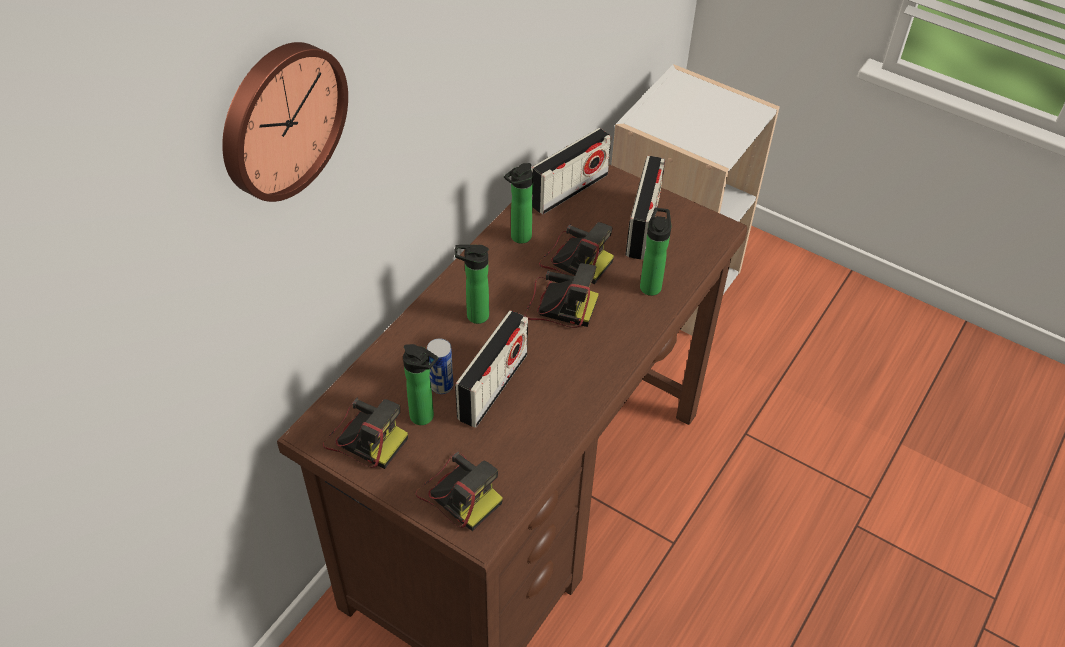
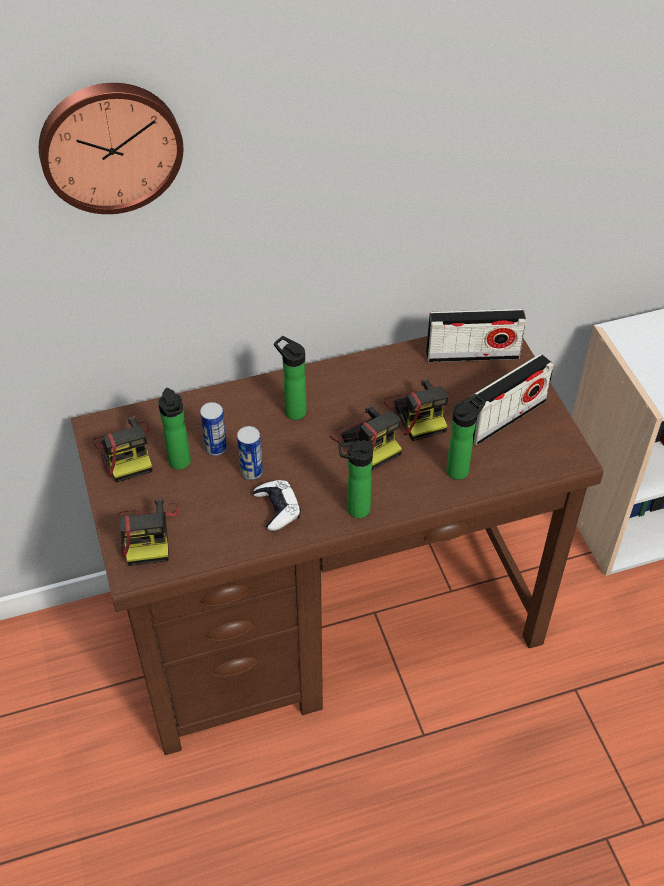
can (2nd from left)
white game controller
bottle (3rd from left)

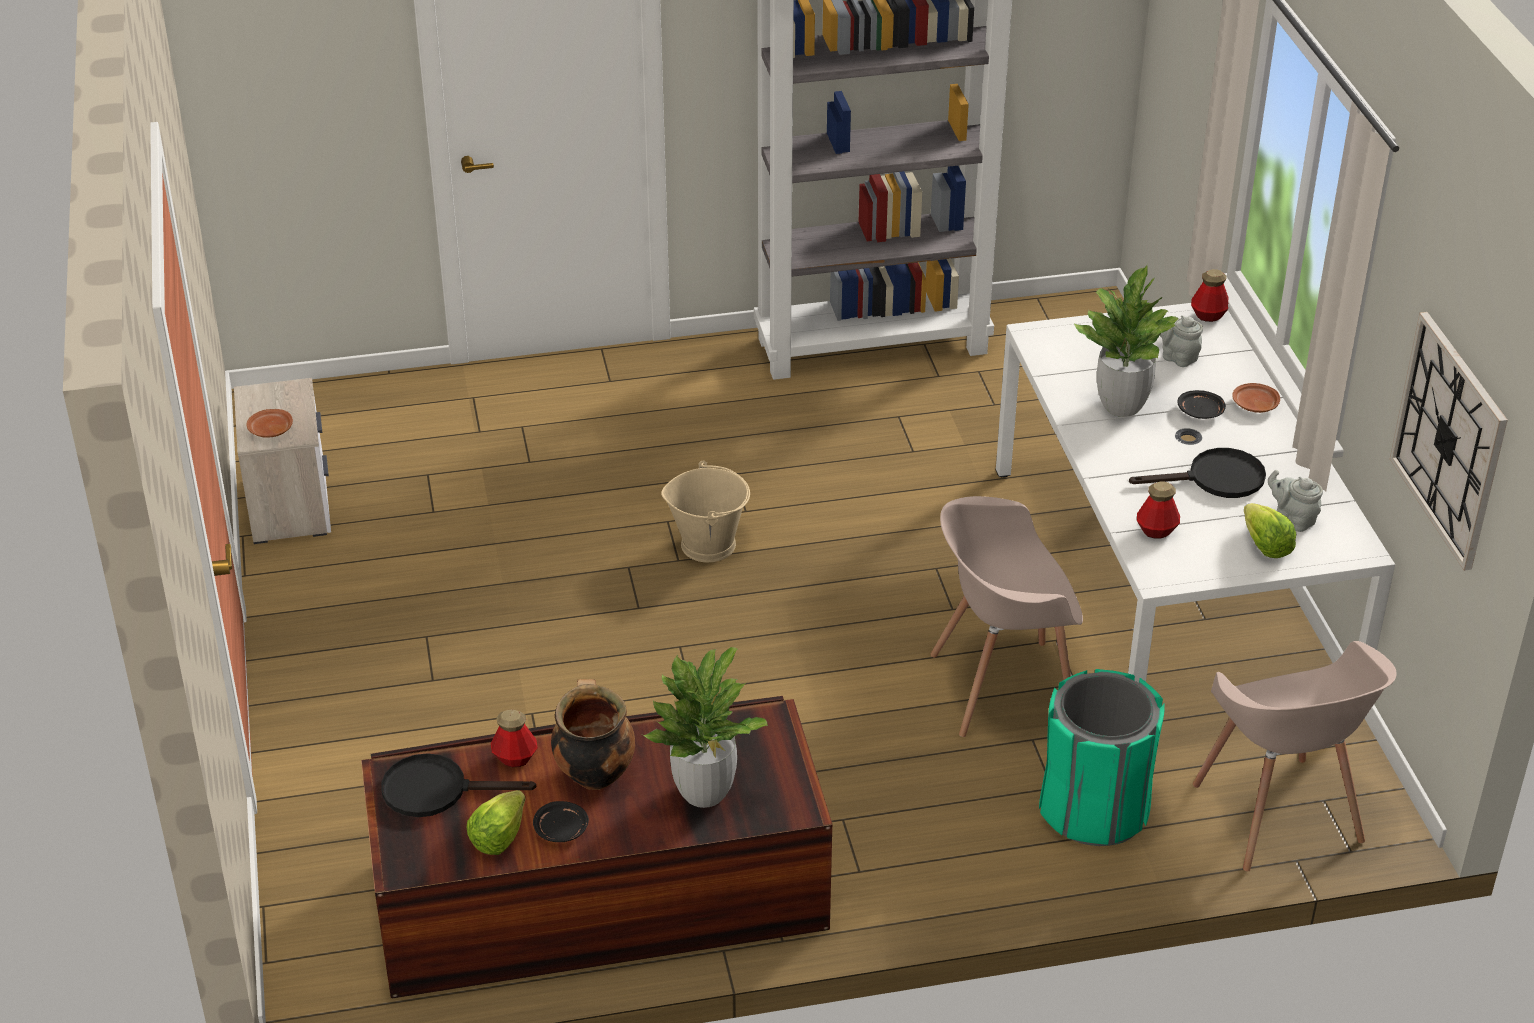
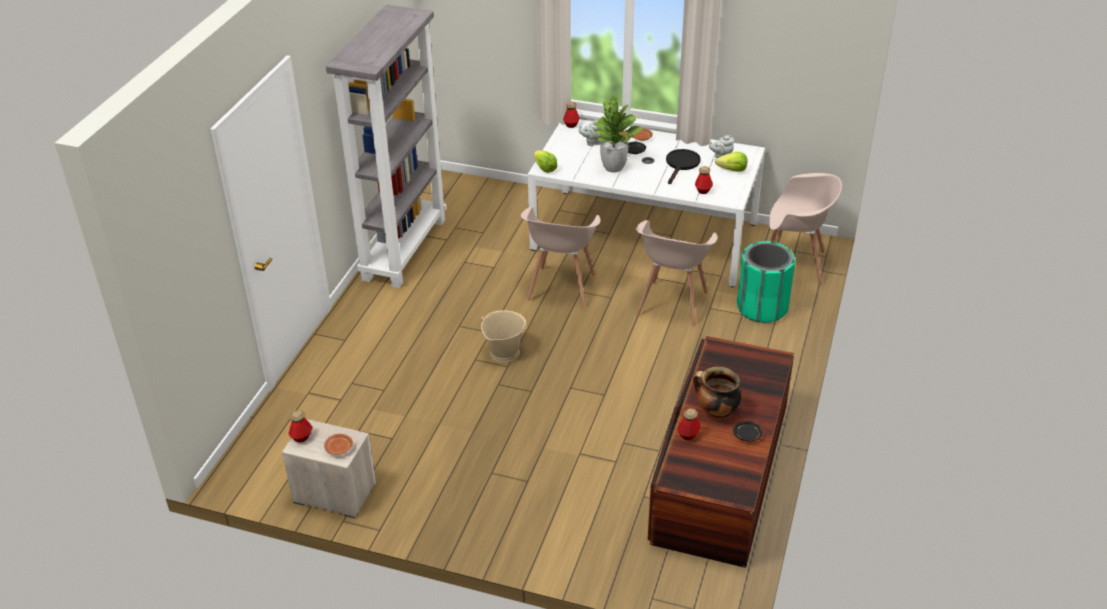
bottle (1st from left)
beige chair (1st from left)
lettuce (1st from left)
black frying pan (1st from left in the first image)
potted plant (1st from left in the first image)
wall clock

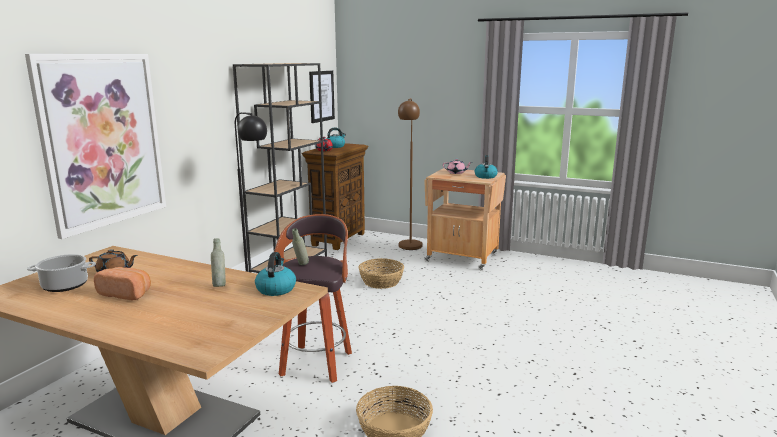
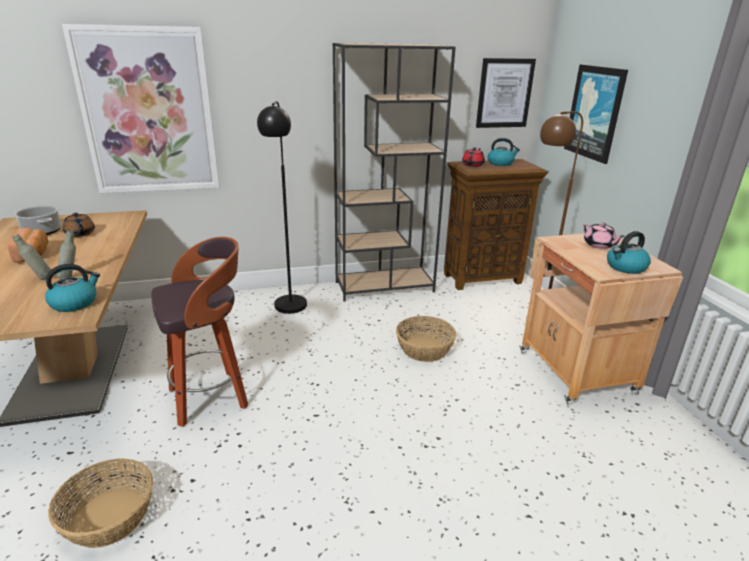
grey bottle (1st from left)
picture (3rd from left)

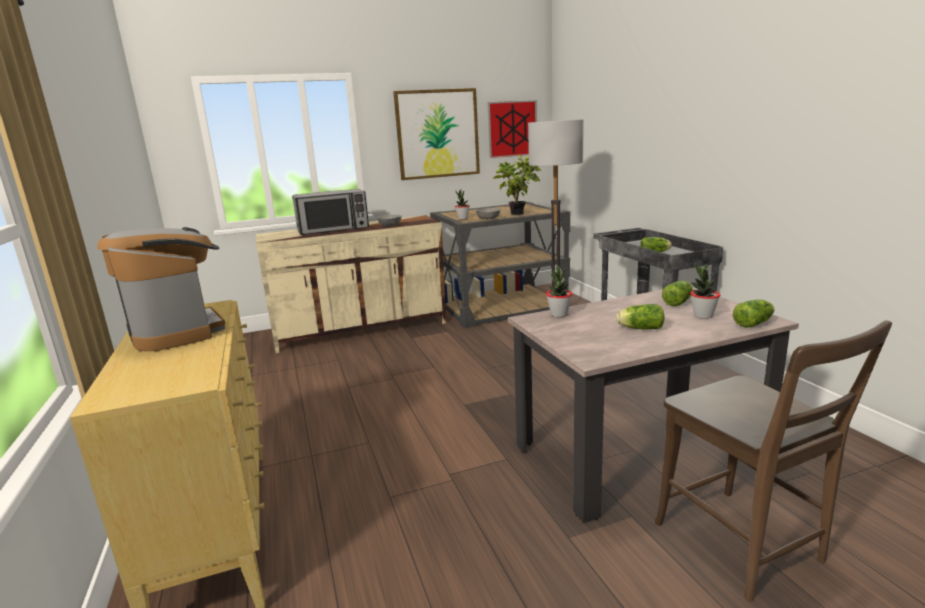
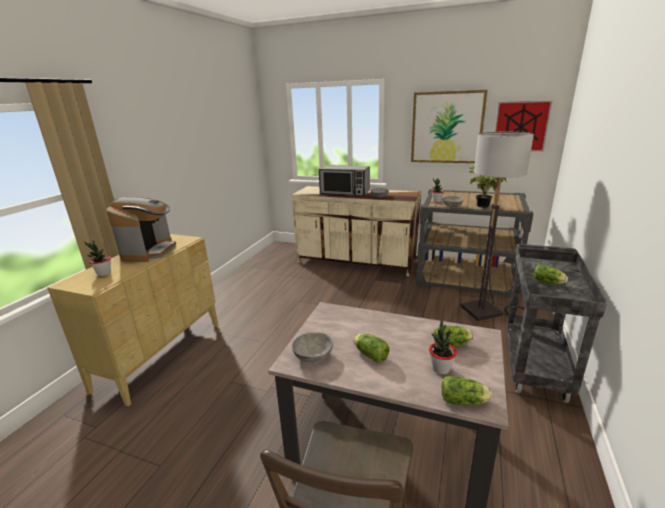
potted plant (1st from left)
grey bowl (1st from left)

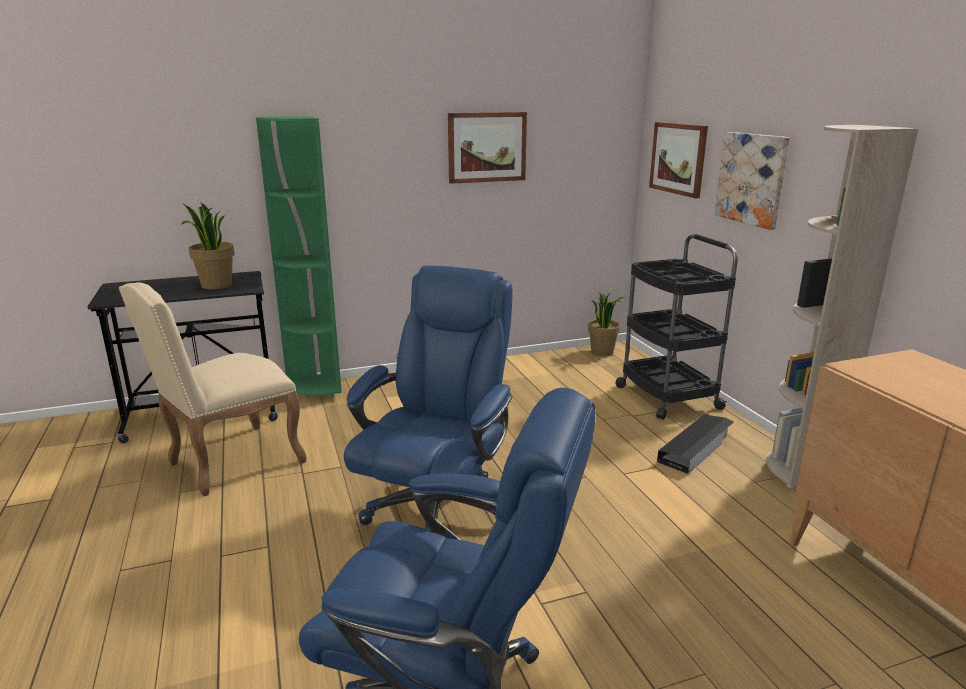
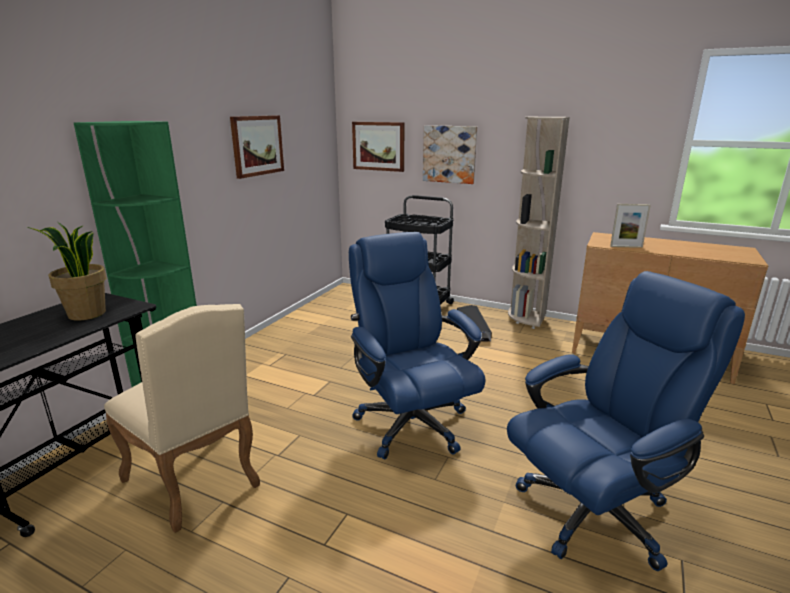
beige chair
picture frame
potted plant (2nd from left in the first image)

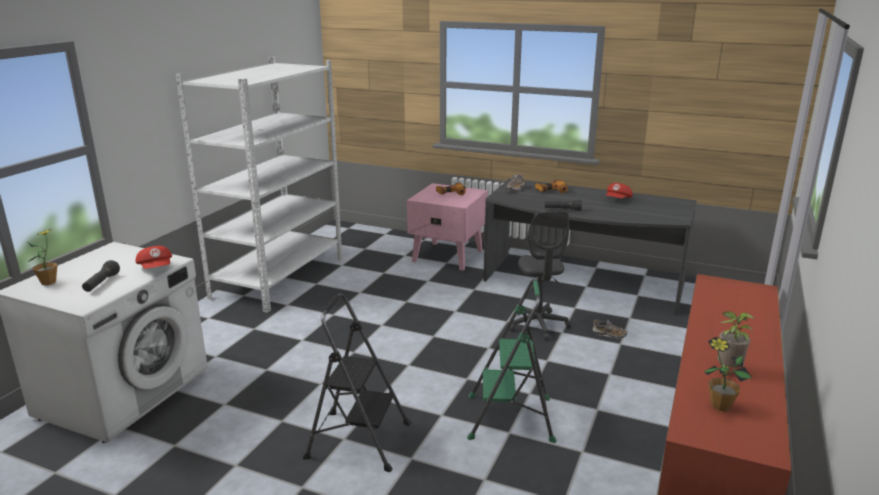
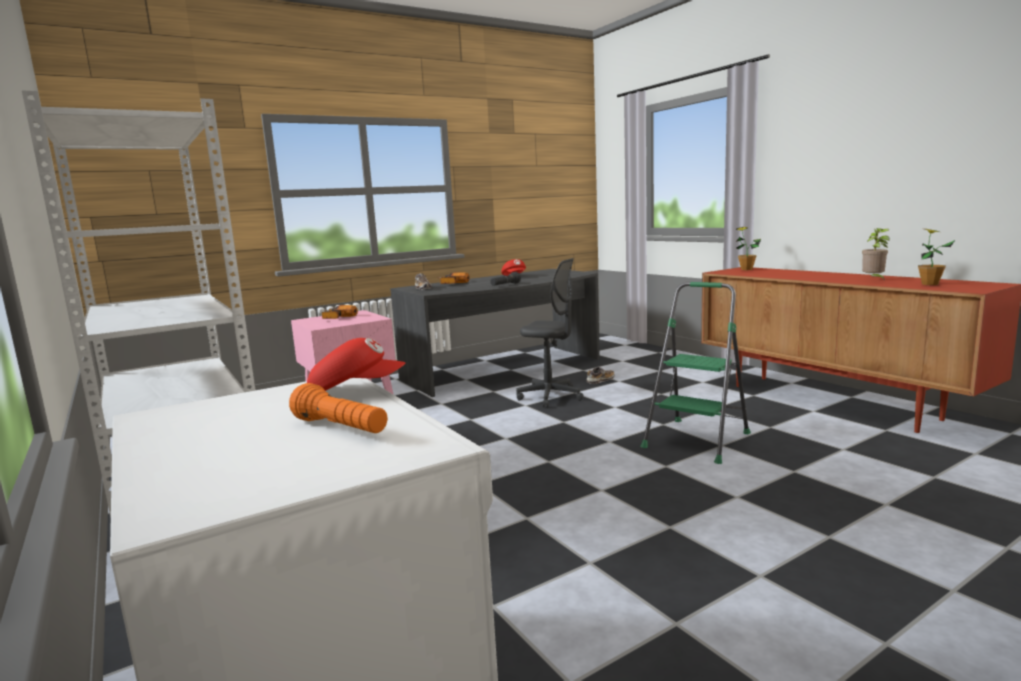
orange flashlight
potted plant (1st from left)
black step ladder

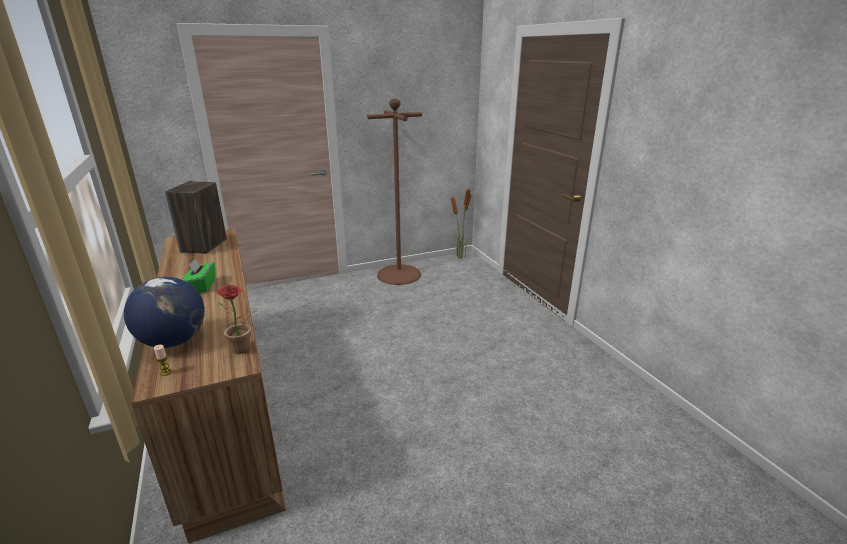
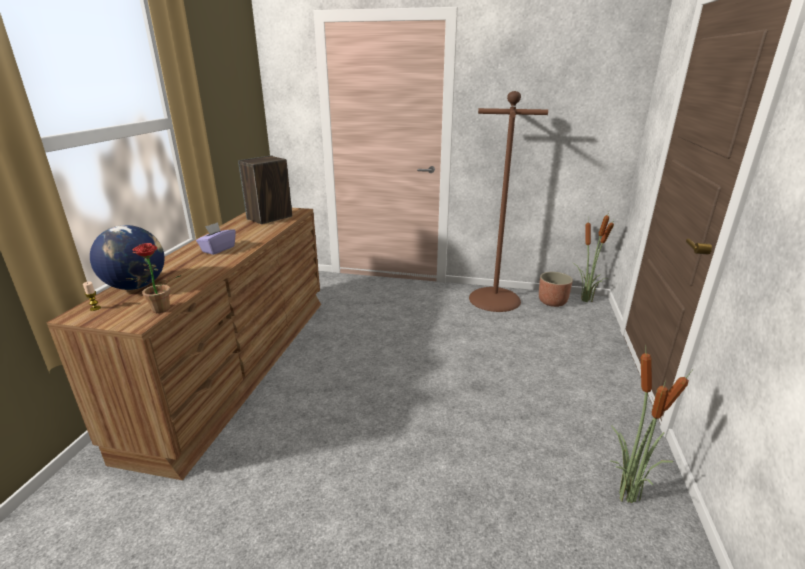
purple tissue box
planter
potted plant (3rd from left)

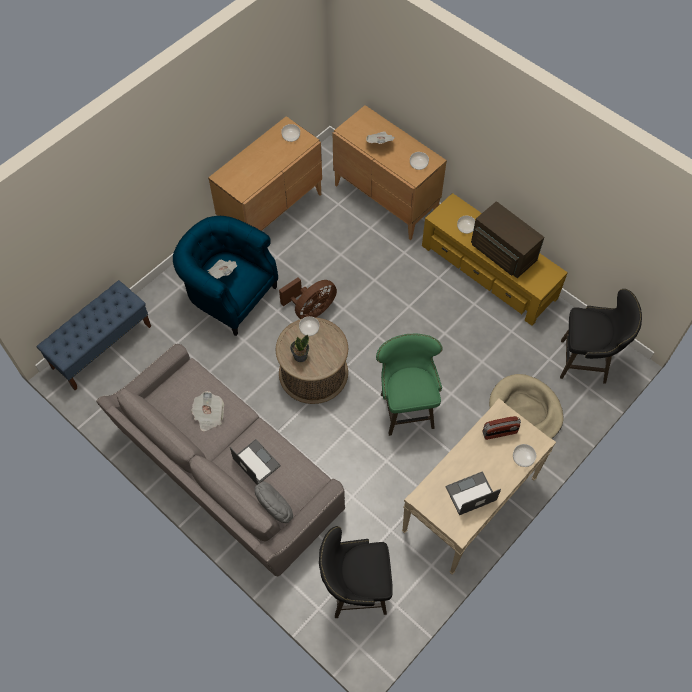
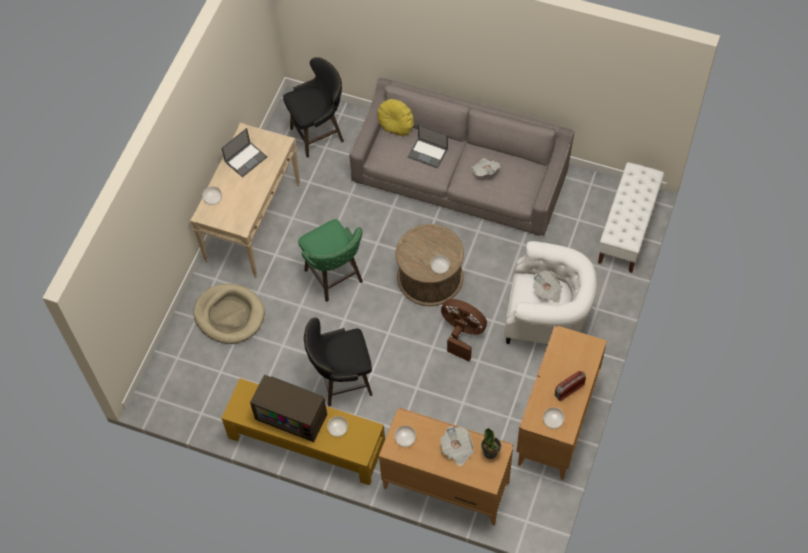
black stool (2nd from left)
yellow pillow
brown fan
potted plant
white armchair
radio
white bench

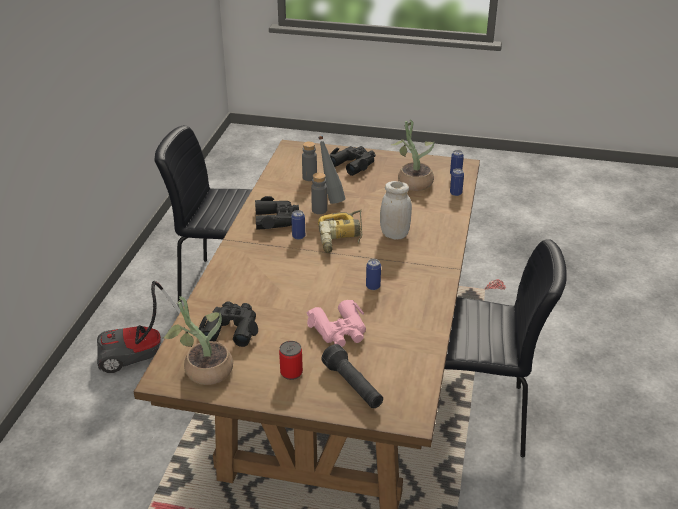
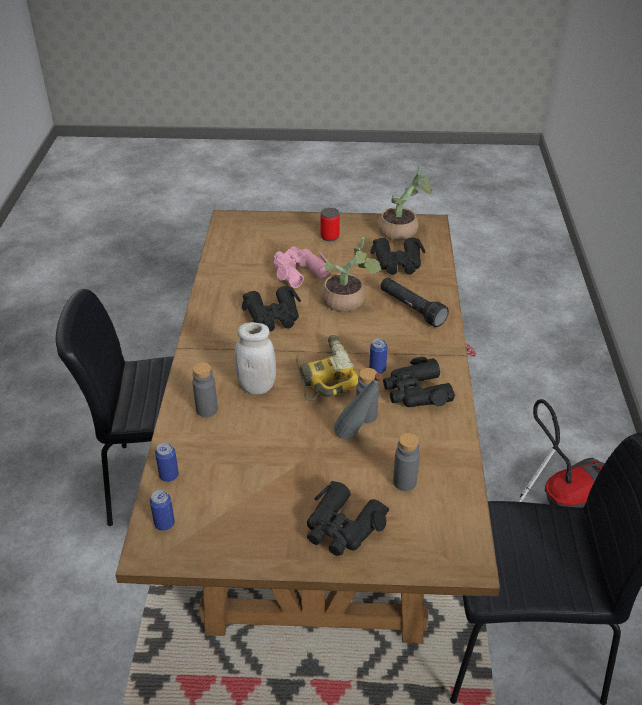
grey bottle (1st from left)
black binoculars (1st from left)
potted plant (1st from left)
black flashlight

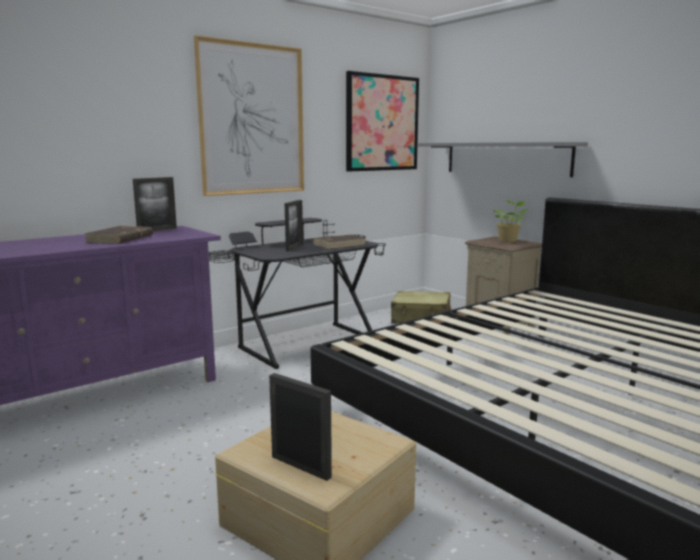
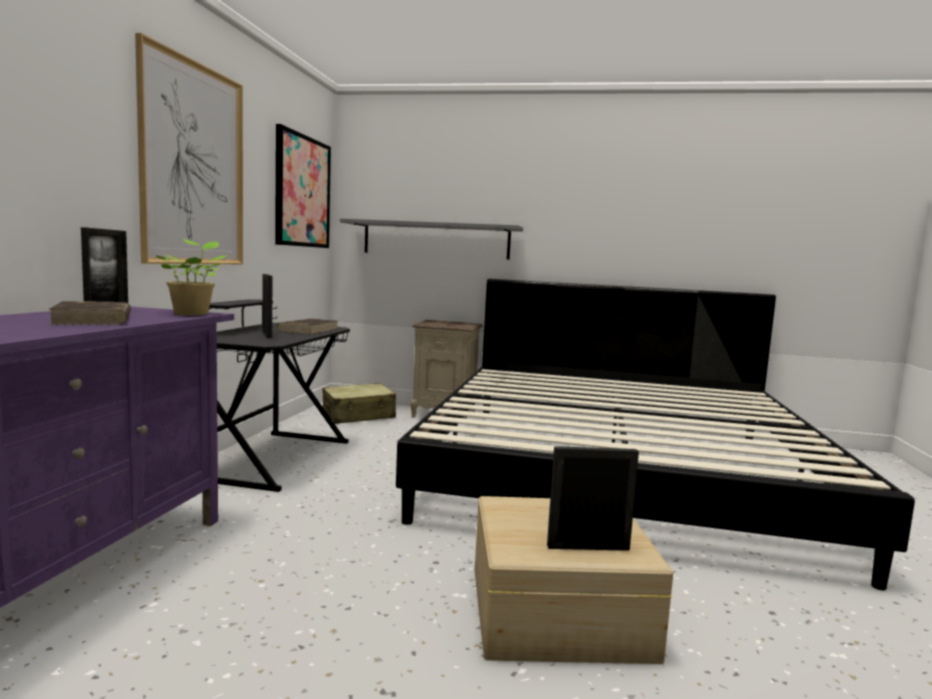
potted plant

